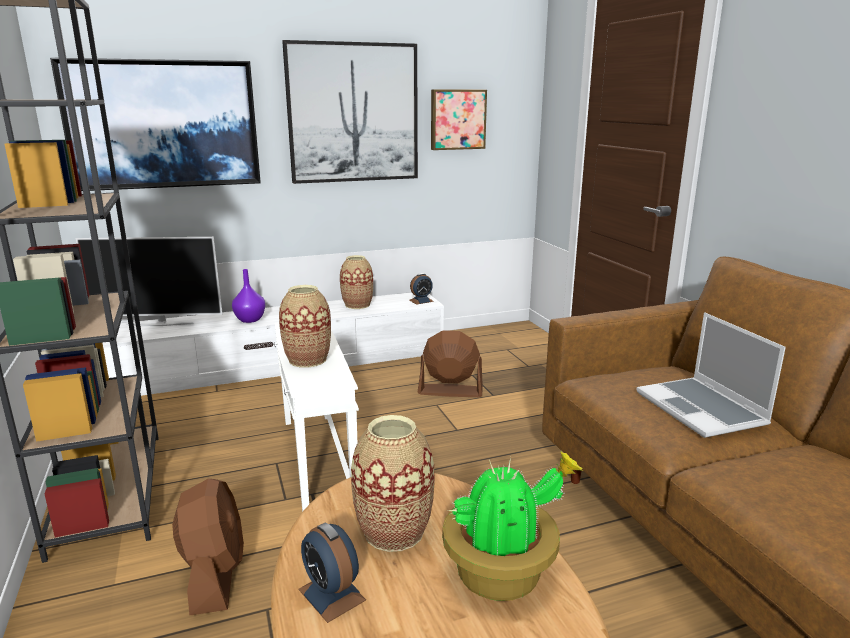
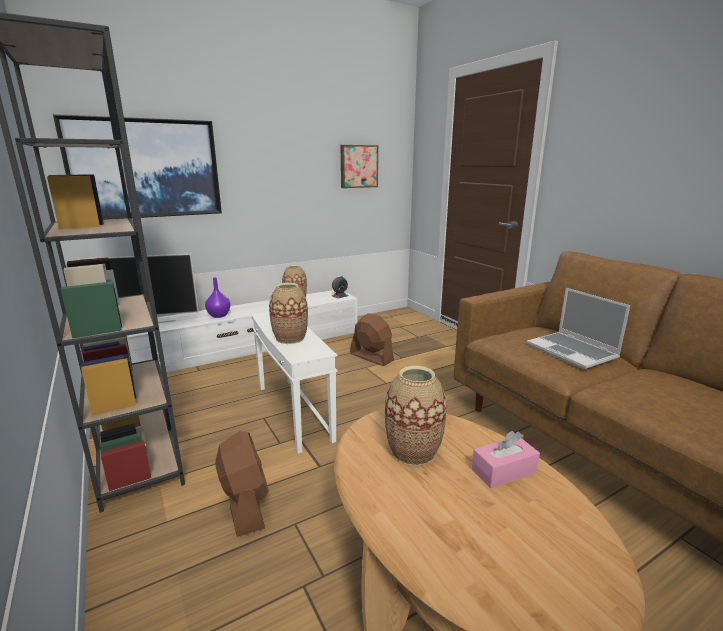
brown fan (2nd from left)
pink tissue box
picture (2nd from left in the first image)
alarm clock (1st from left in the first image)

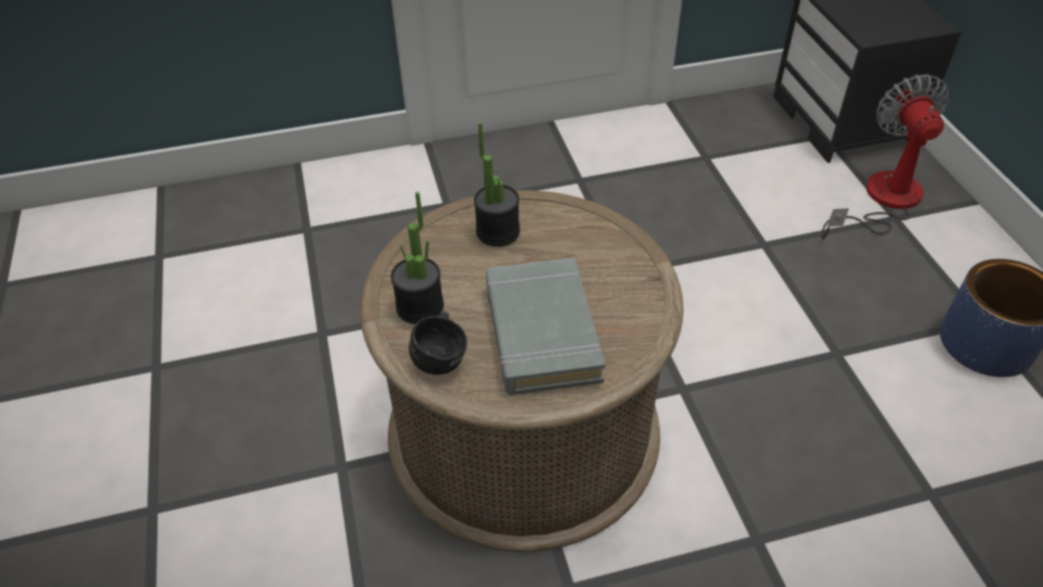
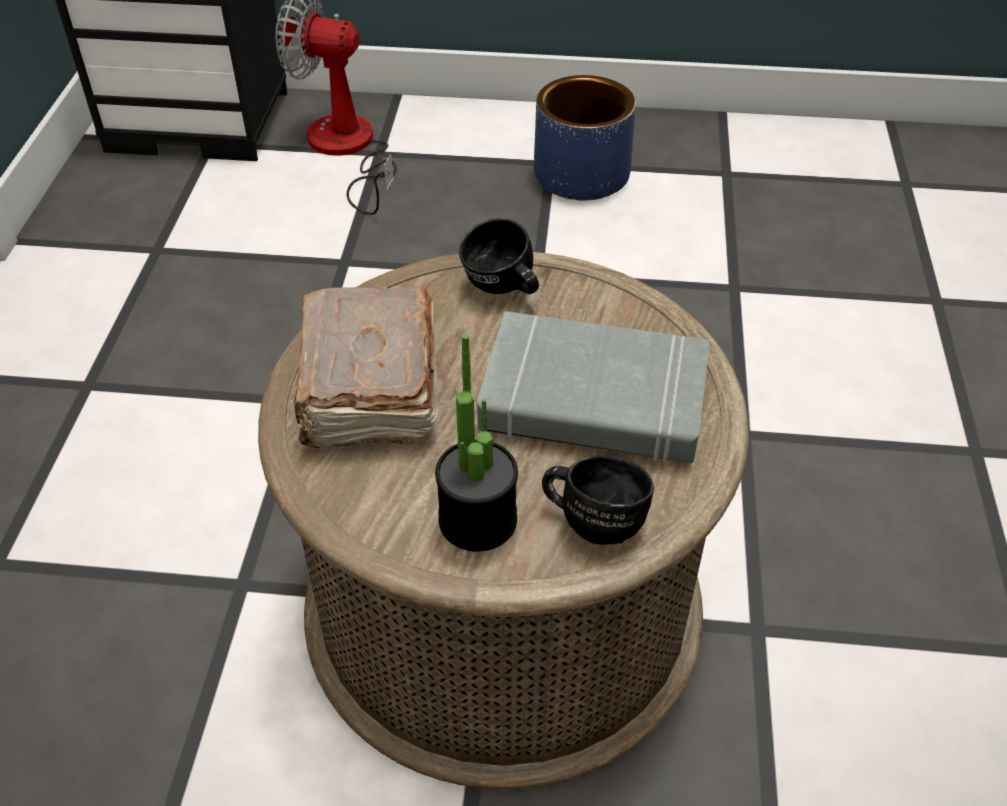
brown book
black mug (1st from left)

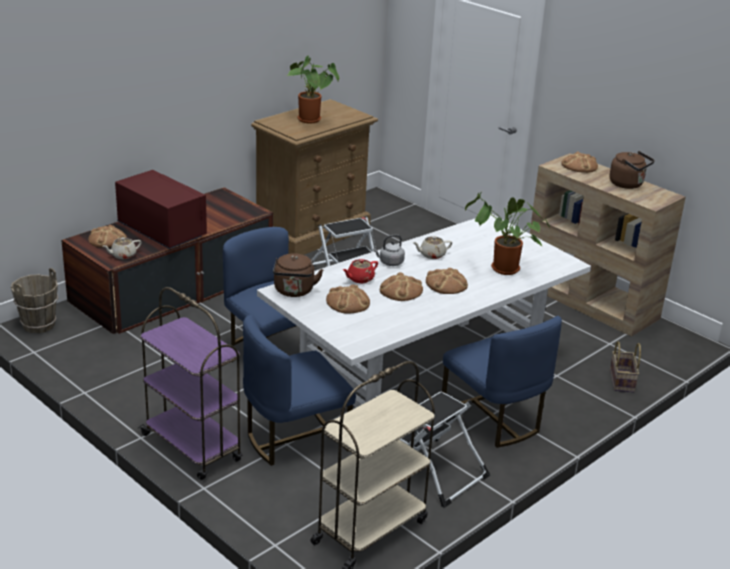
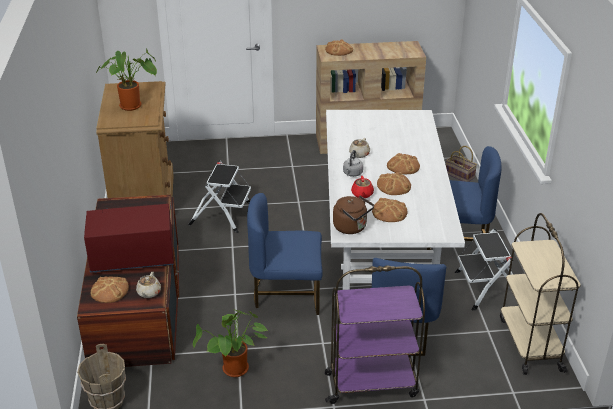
potted plant (2nd from left)
brown kettle (2nd from left in the first image)

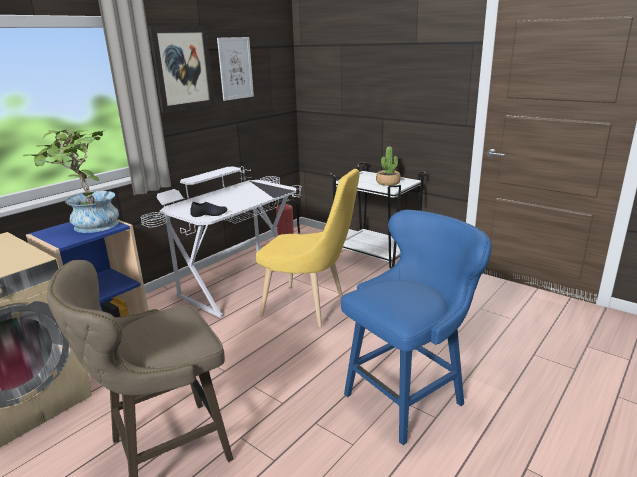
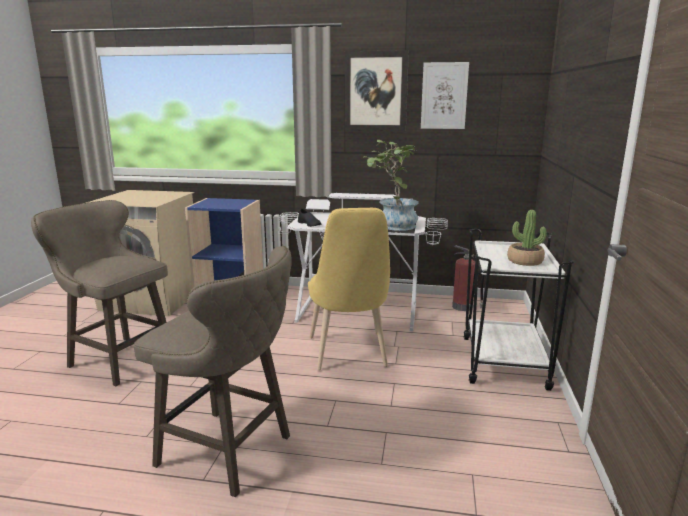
beige stool (2nd from left)
potted plant (1st from left)

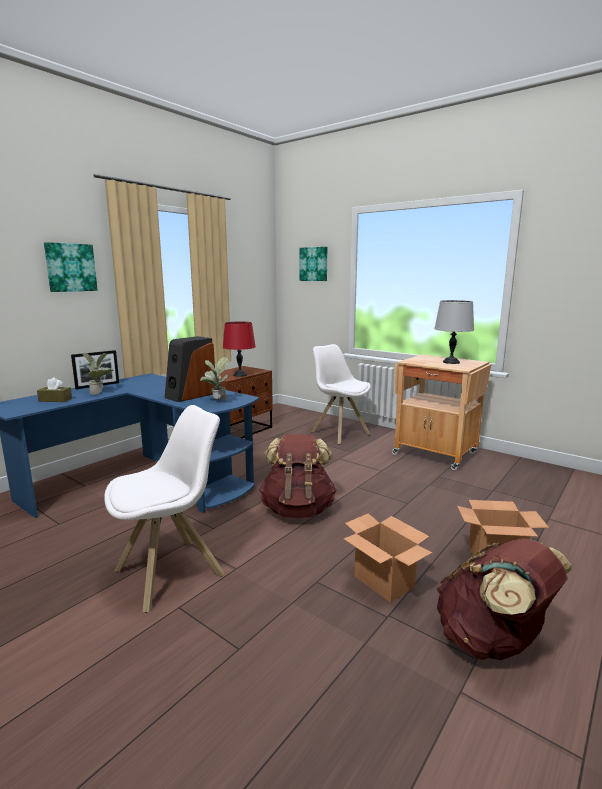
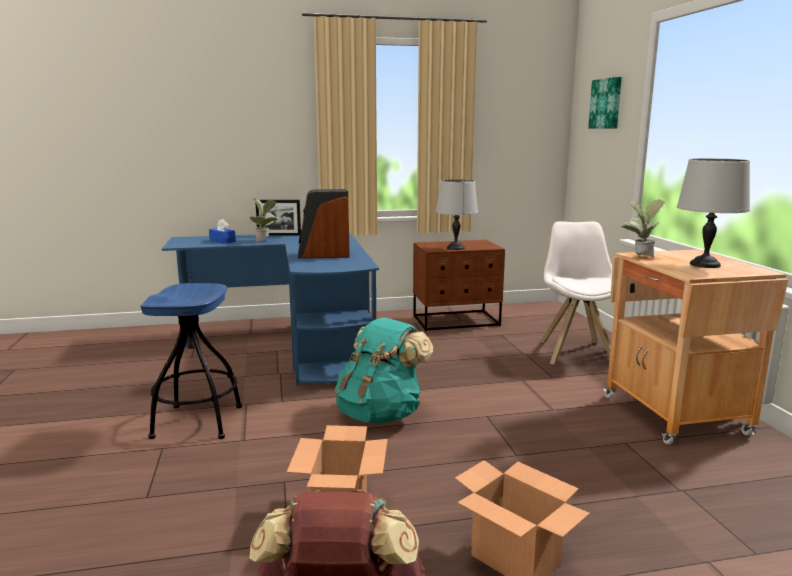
blue stool
blue tissue box
turquoise backpack
grey table lamp (1st from left)
potted plant (2nd from left)
picture (1st from left in the first image)

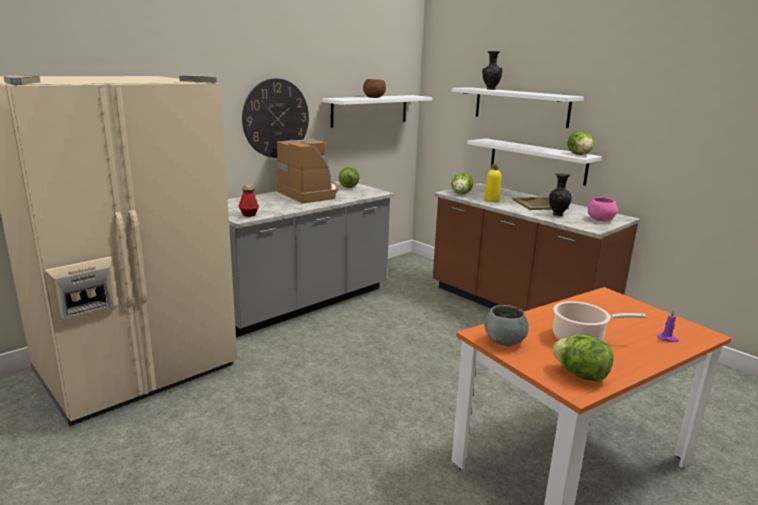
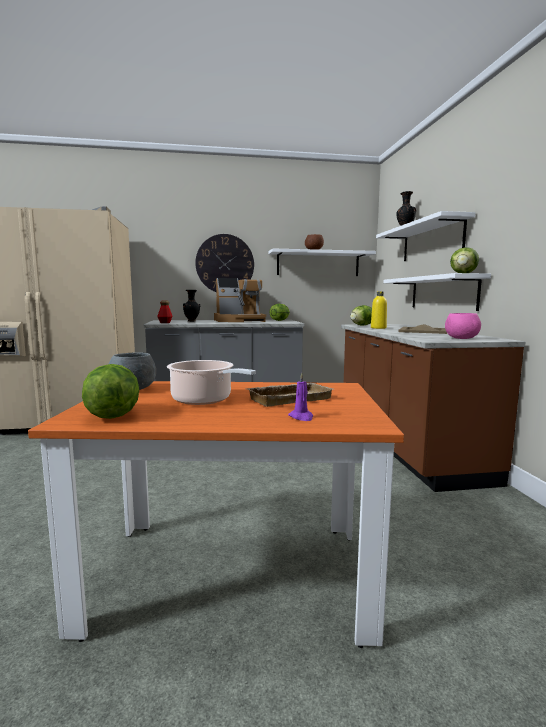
black vase (1st from left)
coffee machine
beige tray (1st from left)

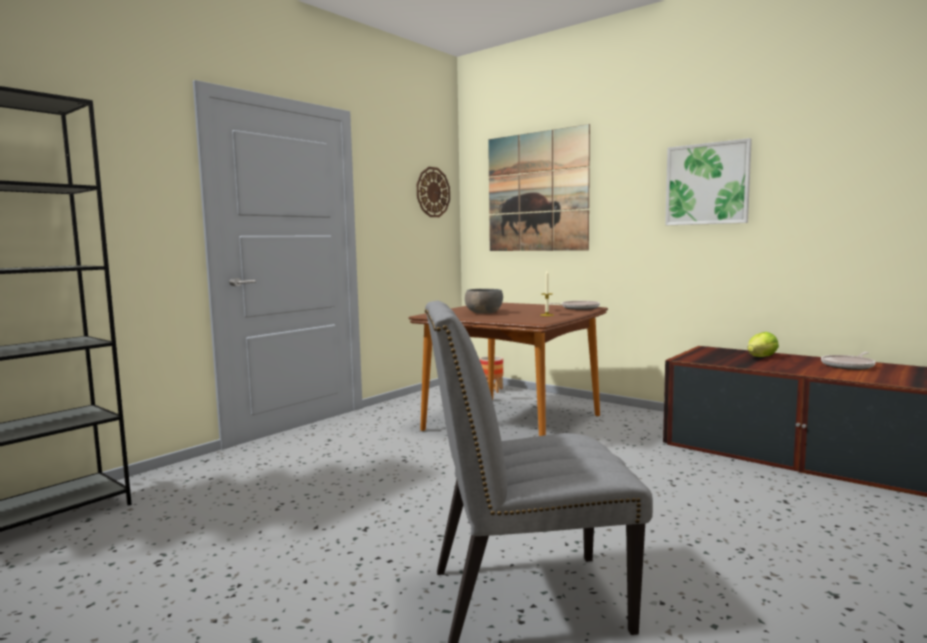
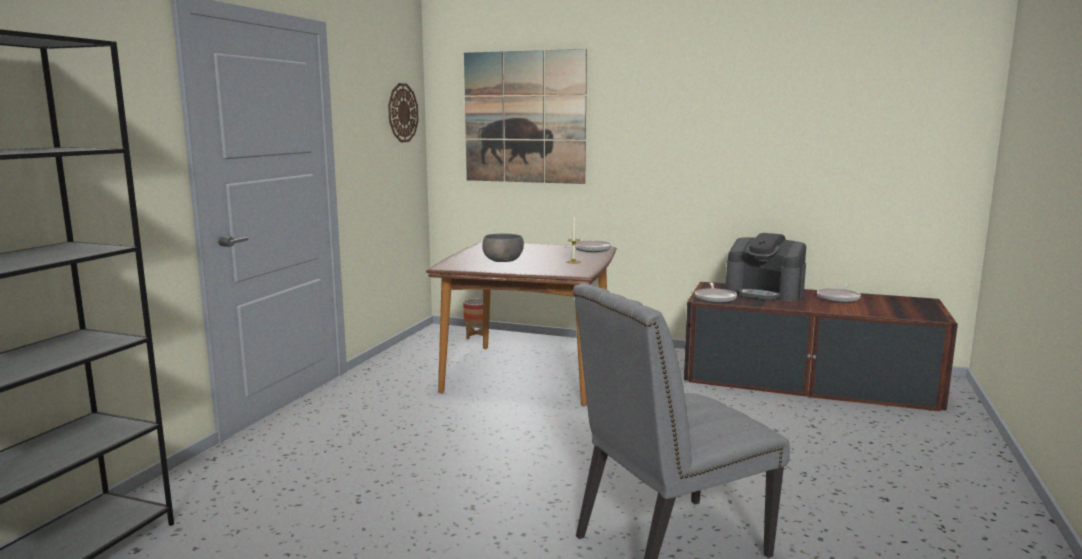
frying pan (2nd from left)
coffee machine
picture (2nd from left in the first image)

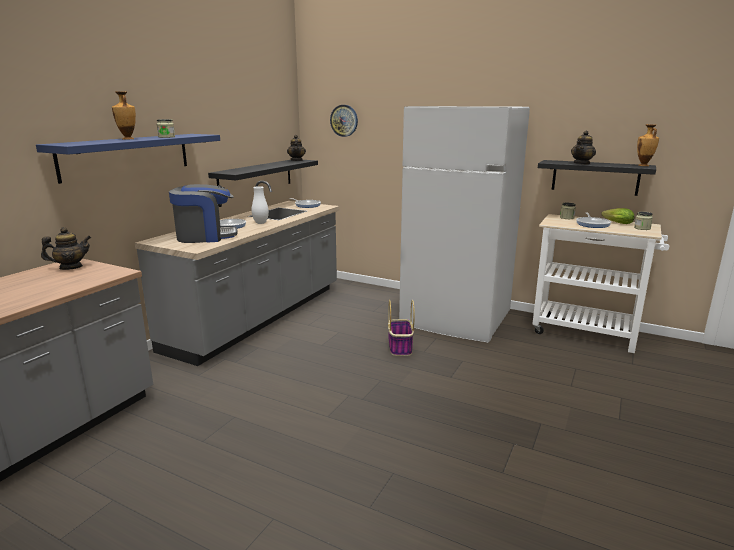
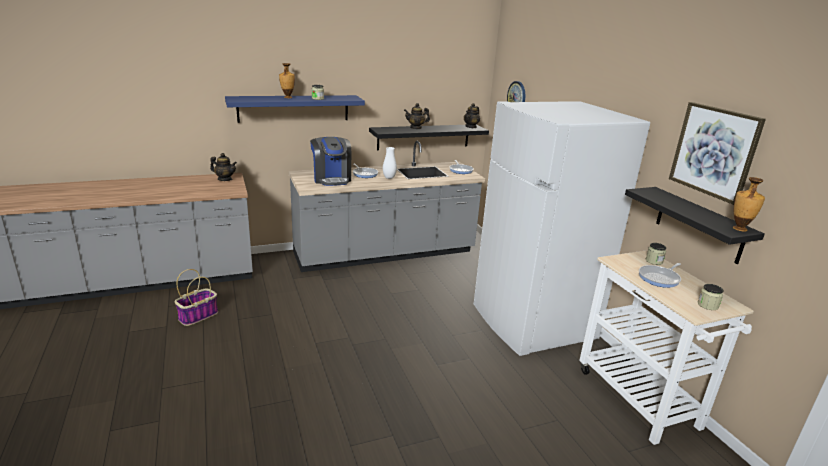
basket
coffee machine
teapot (2nd from left)
picture
lettuce

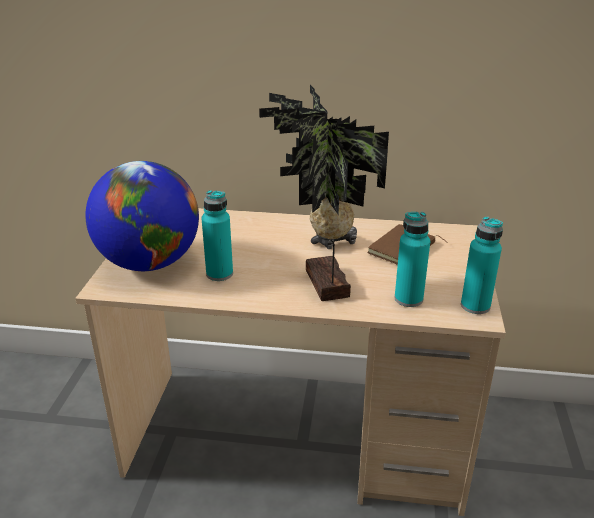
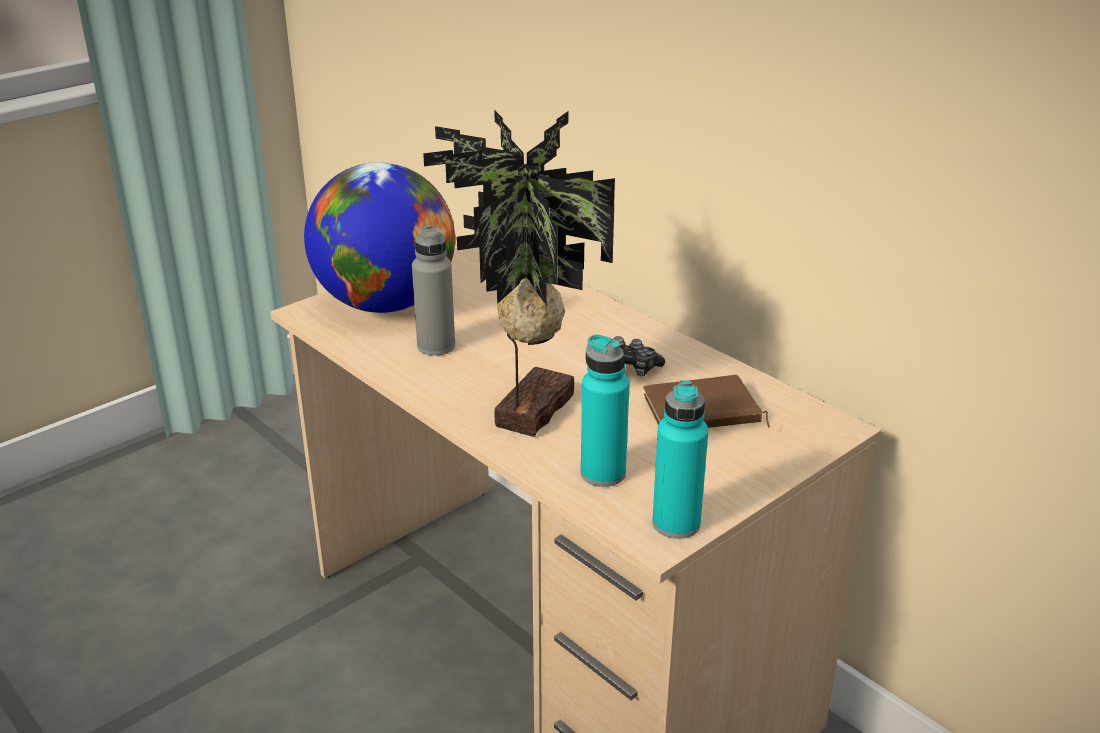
grey bottle

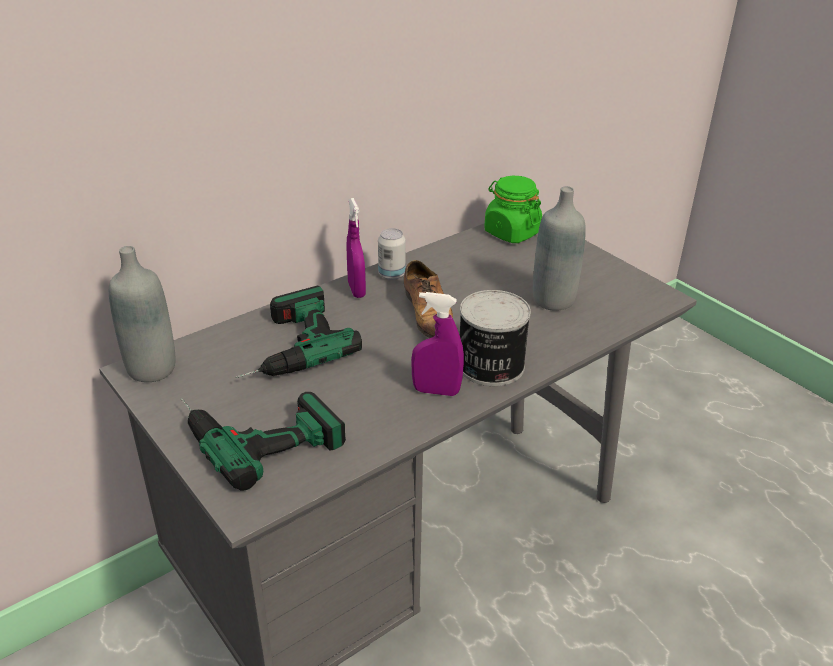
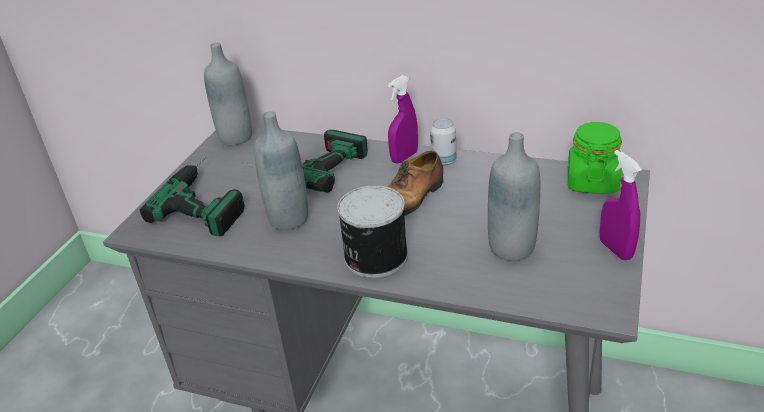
grey bottle (2nd from left)
purple spray bottle (2nd from left)

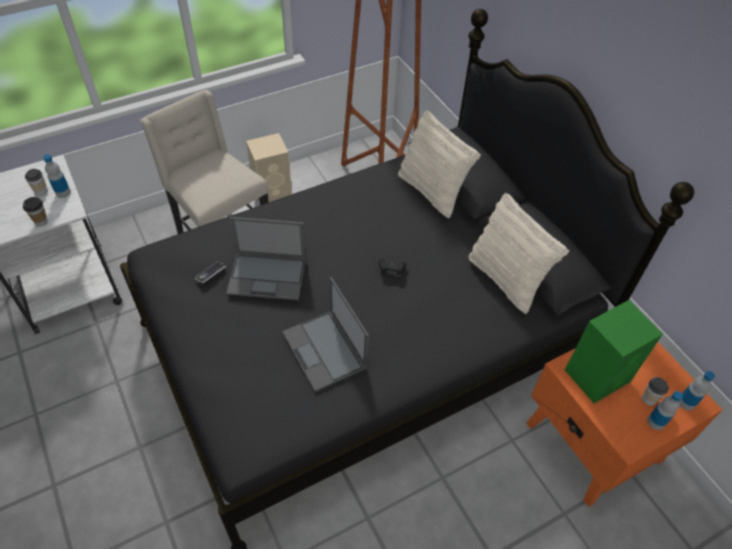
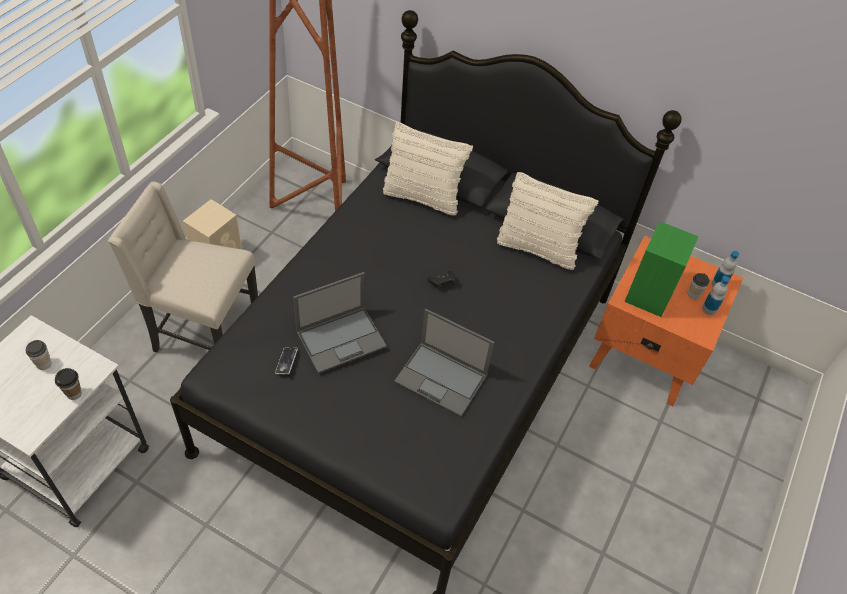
bottle (1st from left in the first image)

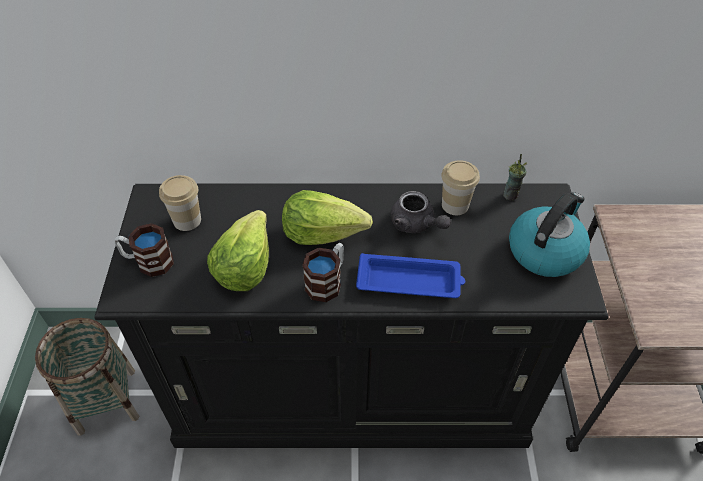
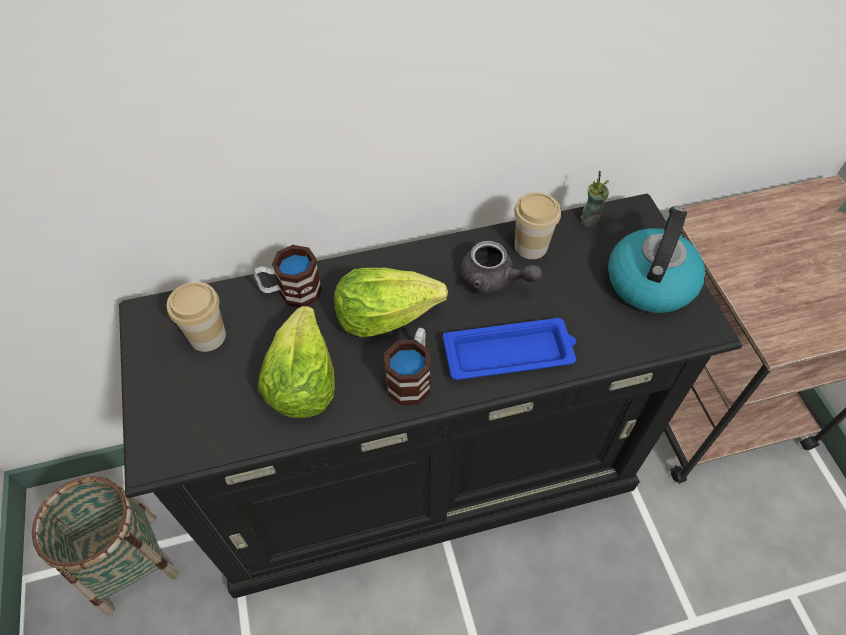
mug (1st from left)

